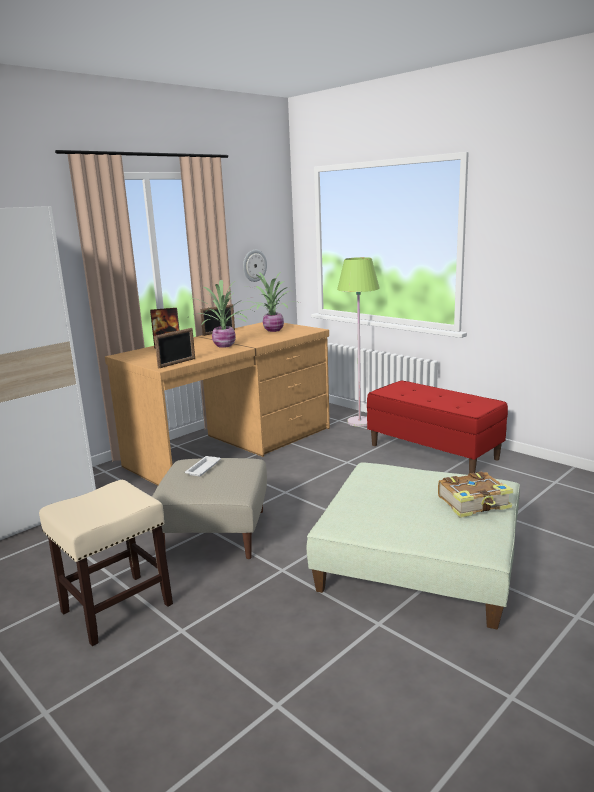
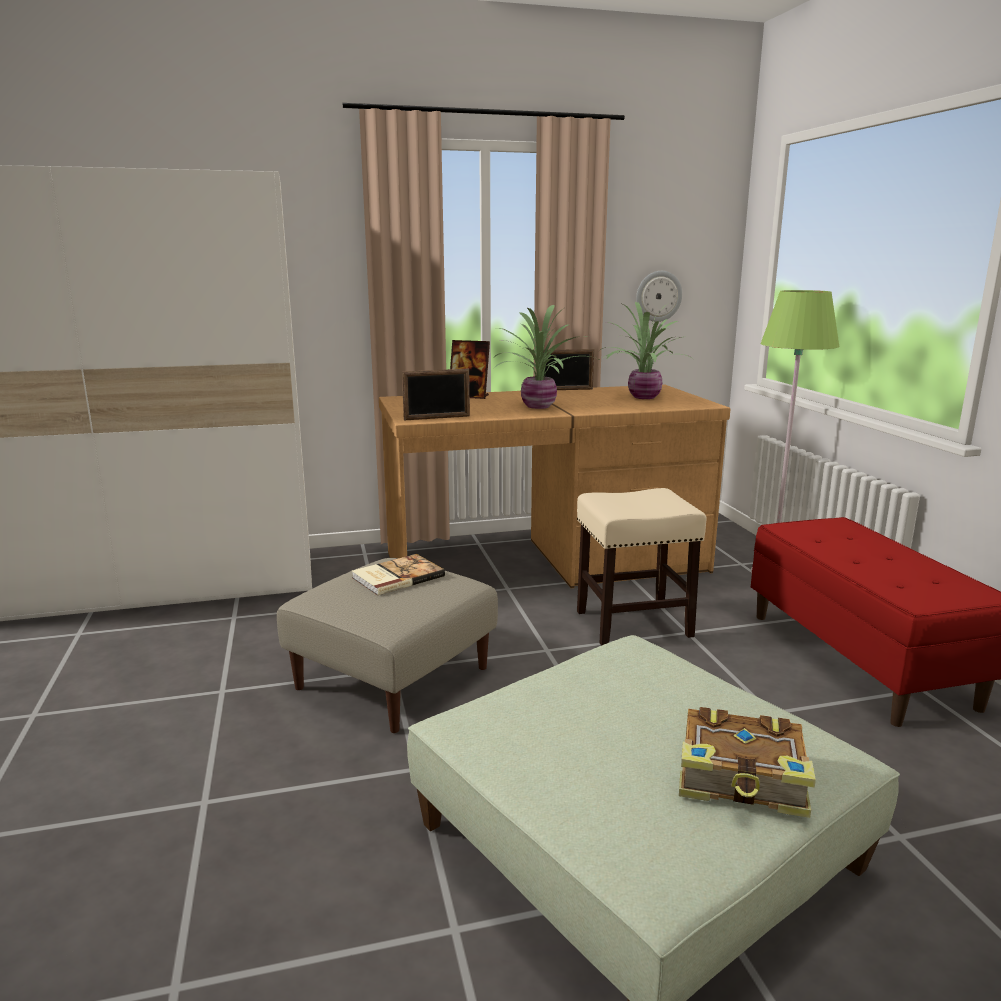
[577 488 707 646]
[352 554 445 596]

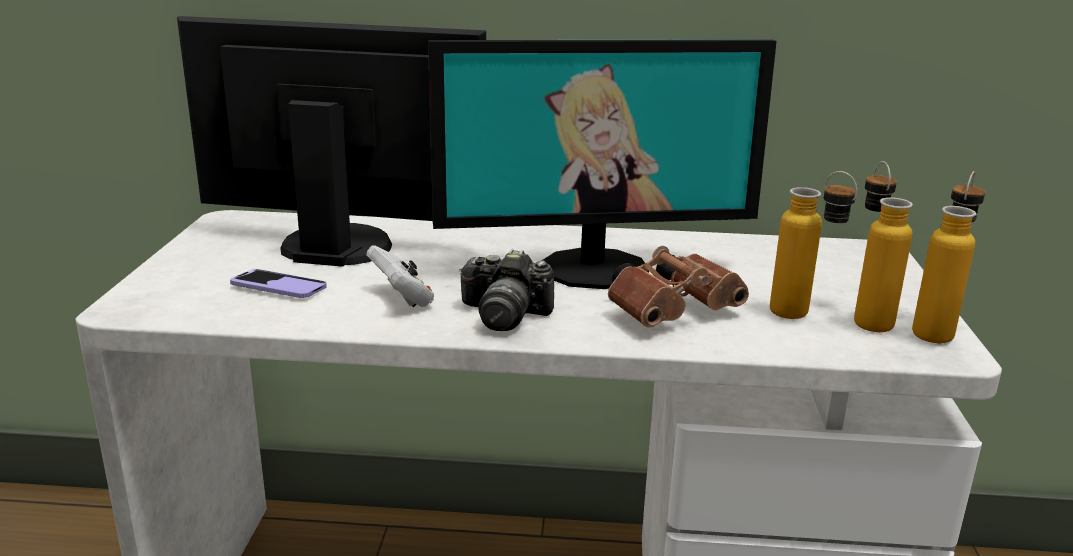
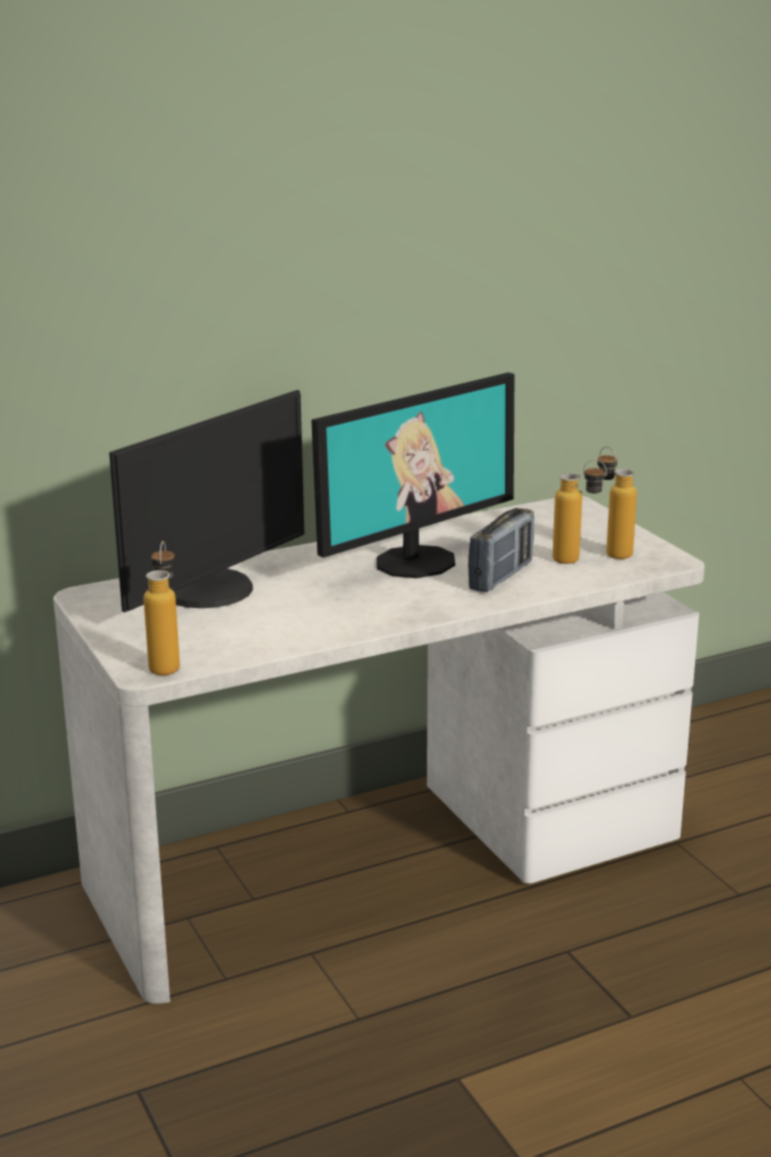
[230 269 327 298] (first image)
[366 245 434 308] (first image)
[459 249 554 331] (first image)
[144 541 180 675]
[468 508 534 592]
[109 390 304 612]

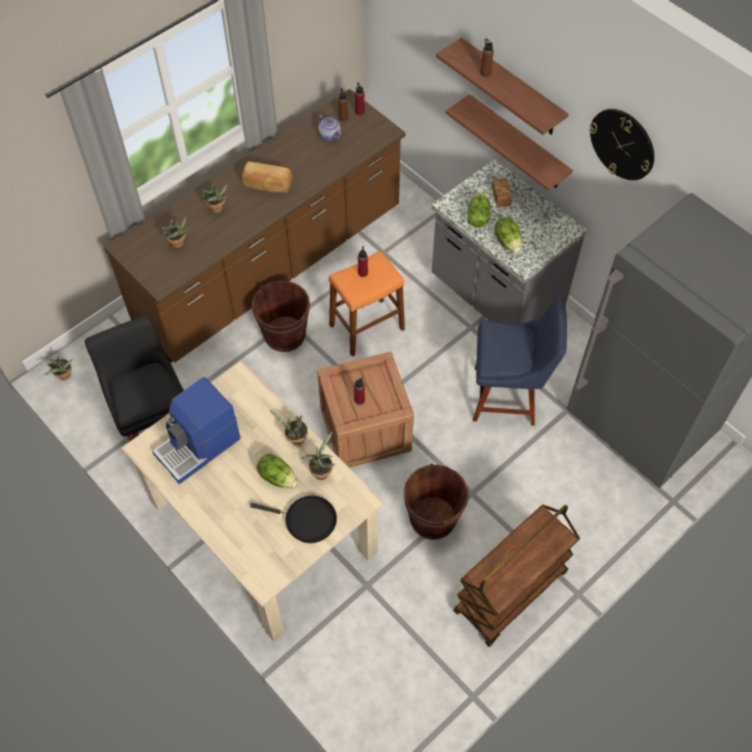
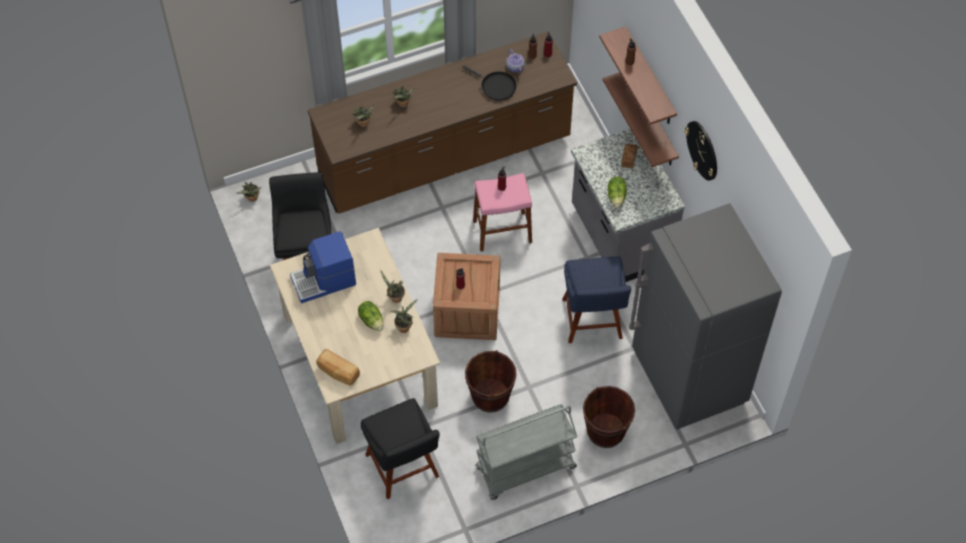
[468 192 491 227] (first image)
[360 398 440 499]
[316 349 360 385]
[462 65 517 100]
[583 386 635 448]
[473 173 532 252]
[475 404 577 500]
[562 256 631 343]

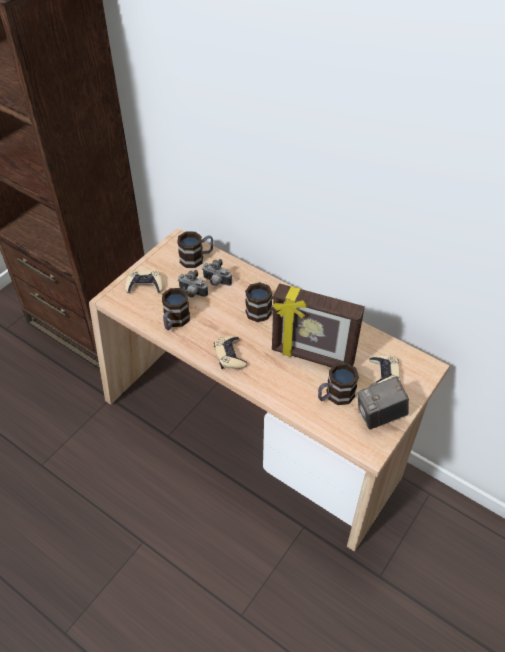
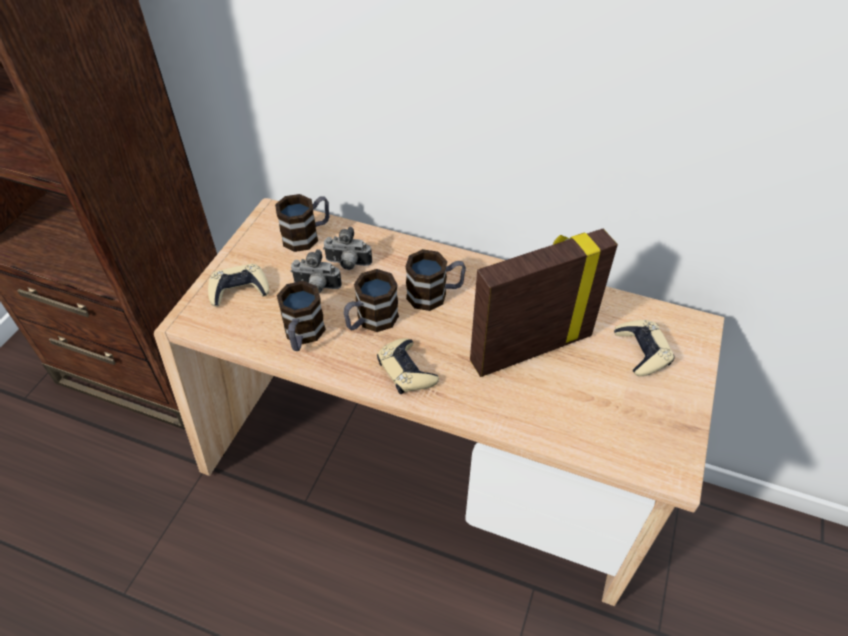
[357 377 409 430] (first image)
[344 269 399 332]
[470 229 618 377]

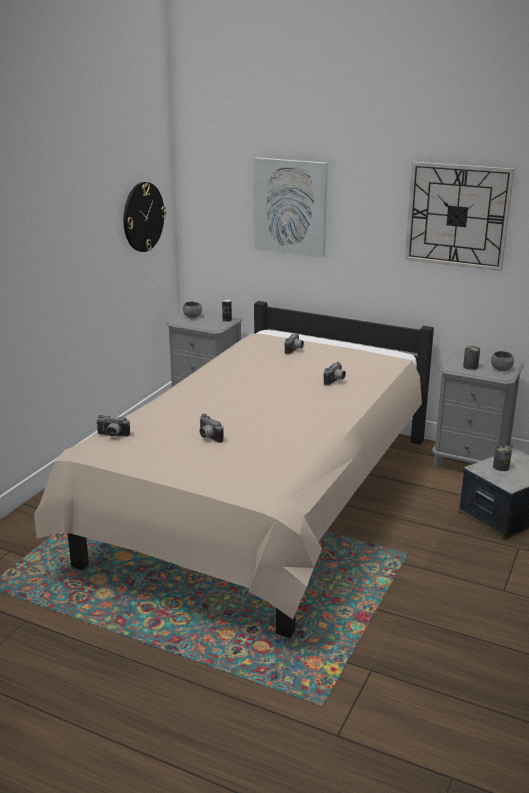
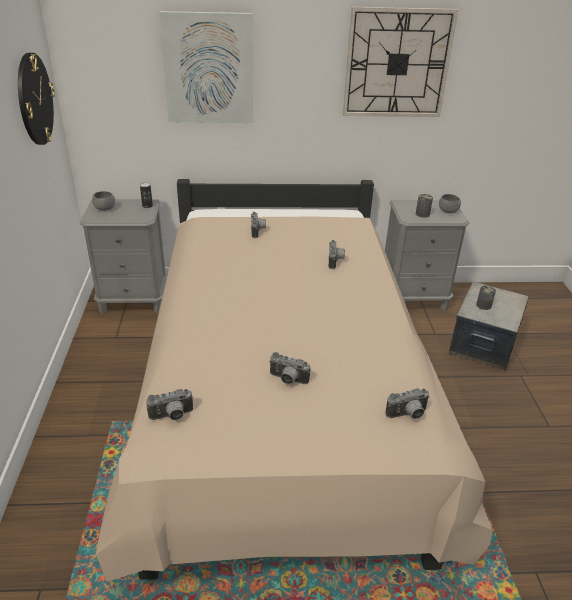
[385 388 430 419]

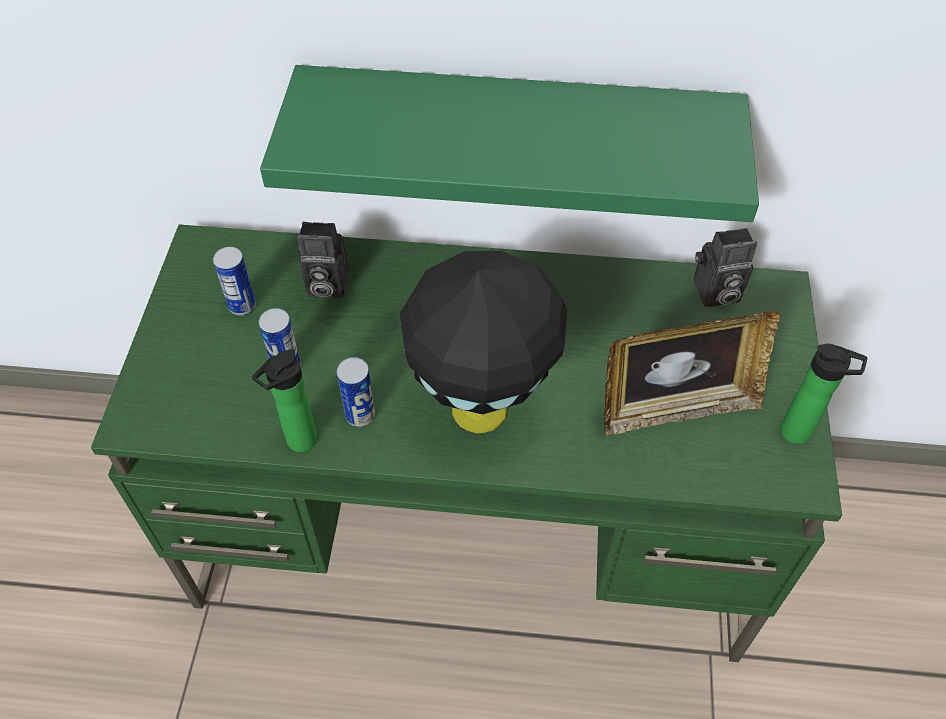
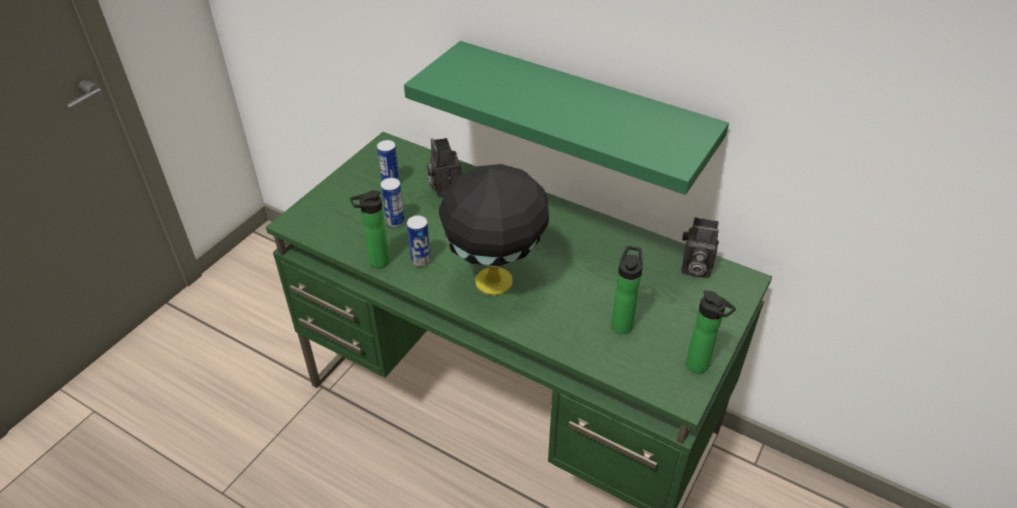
[611 246 643 334]
[426 138 461 197]

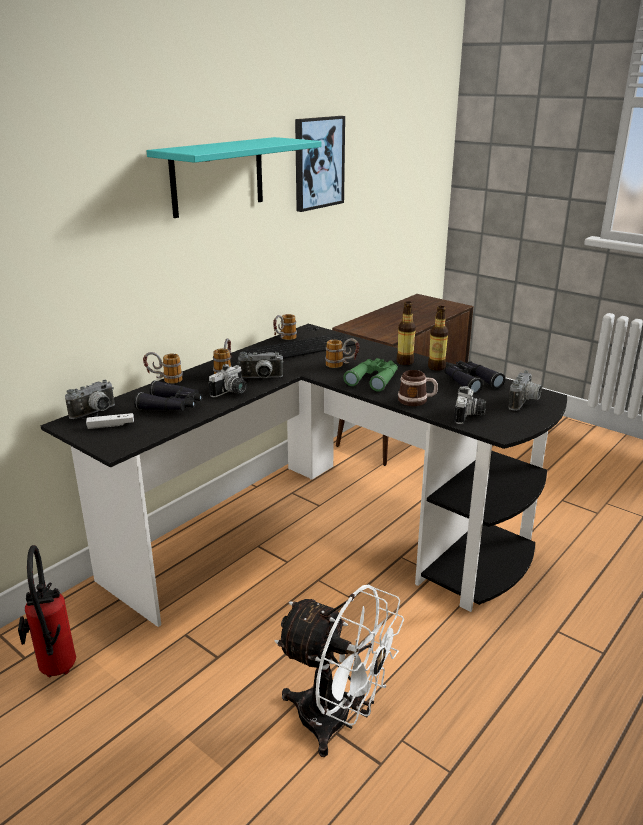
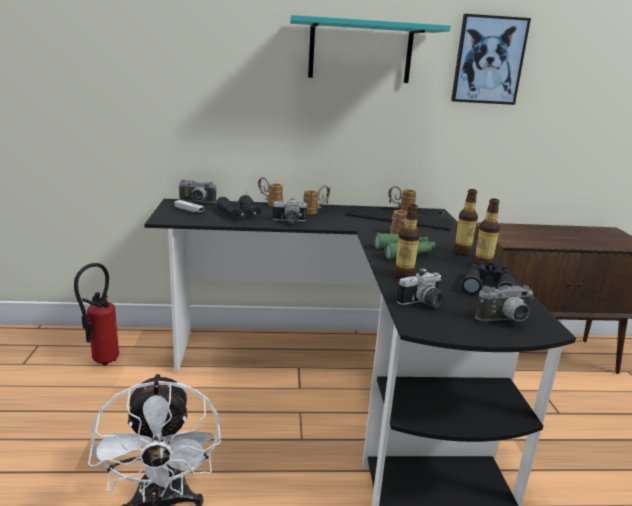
[237 352 284 378] (first image)
[394 204 420 279]

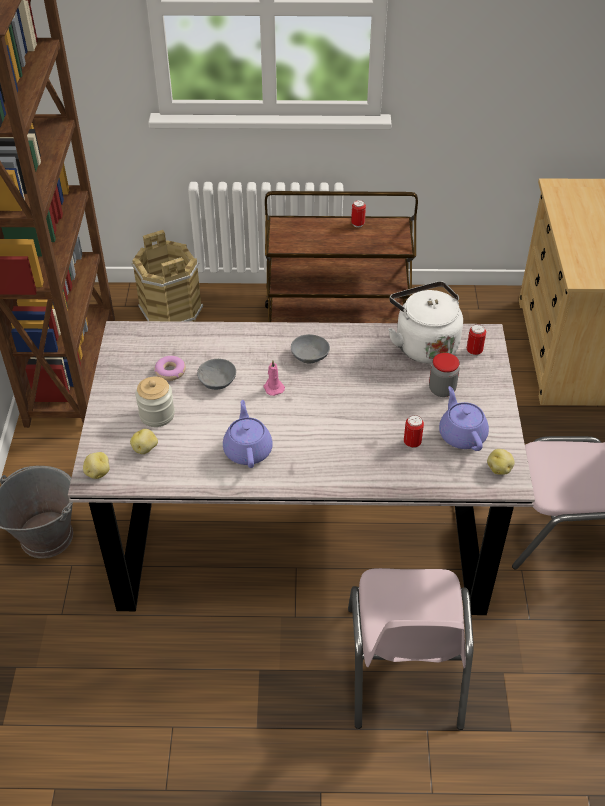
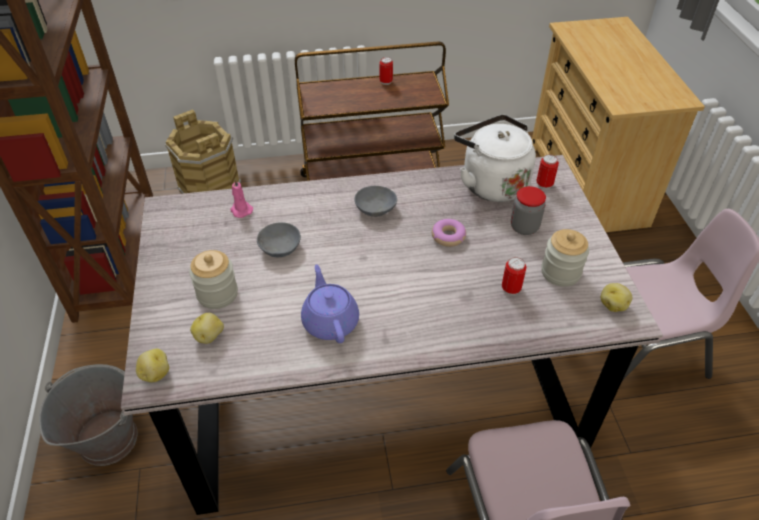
[432 219 466 247]
[230 178 253 218]
[541 229 589 287]

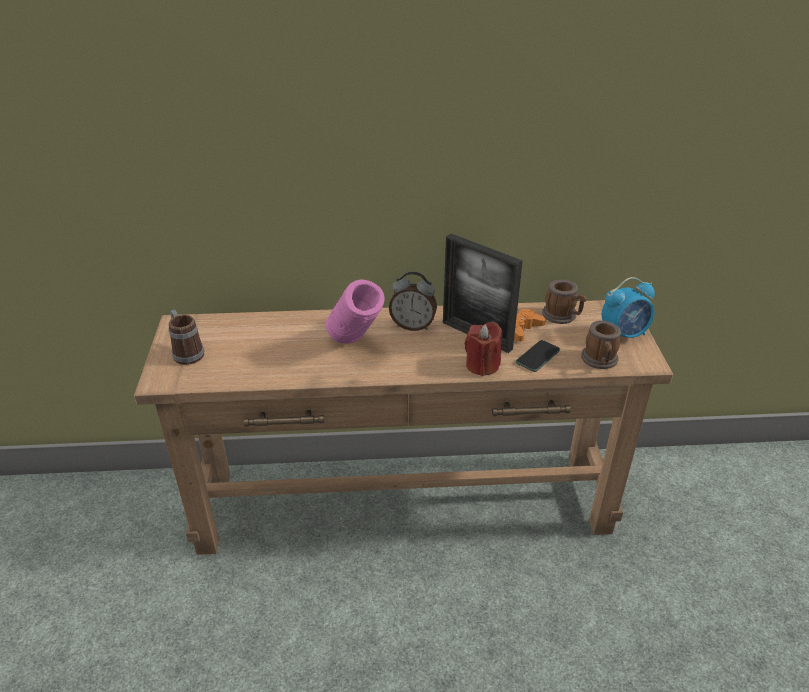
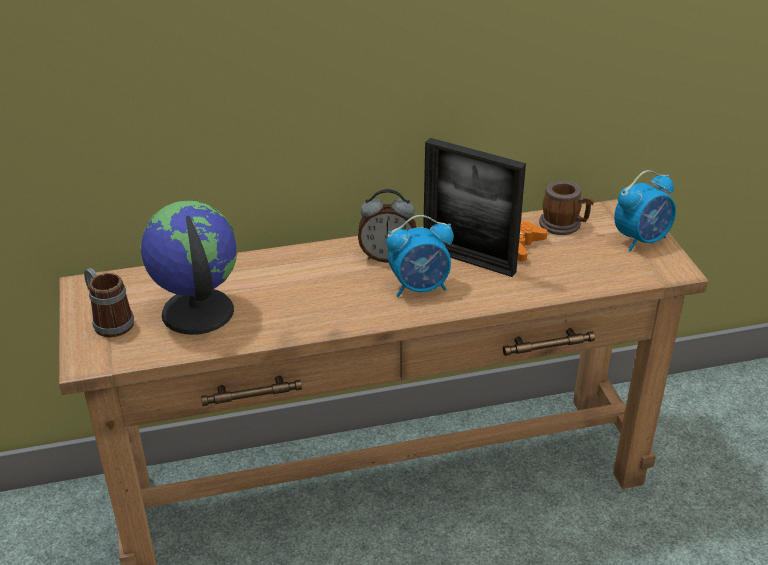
[326 279 385 344] (first image)
[465 322 502 376] (first image)
[516 340 560 372] (first image)
[581 320 621 369] (first image)
[140 201 238 335]
[386 215 454 297]

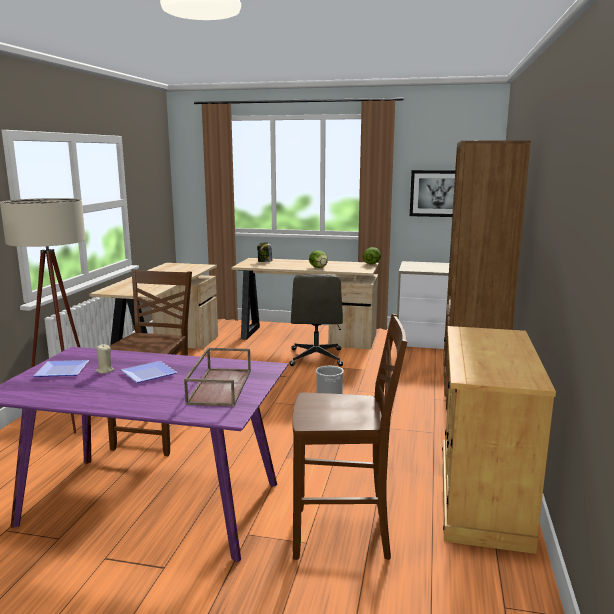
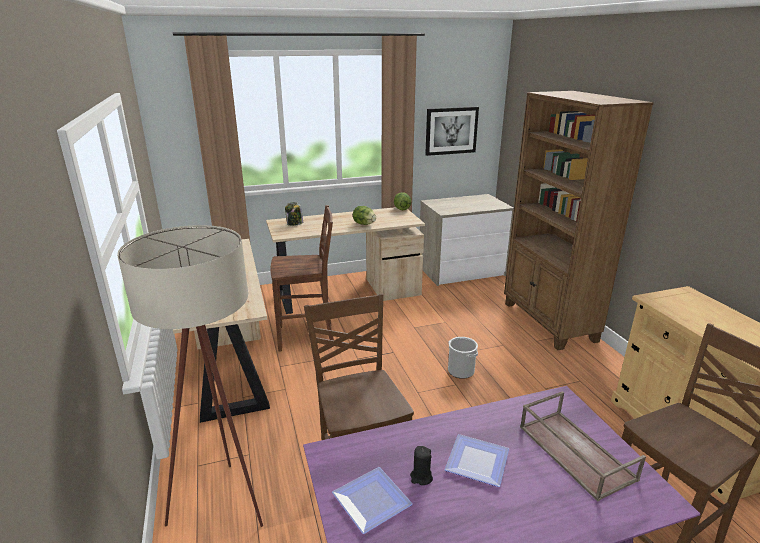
[290 274 343 367] (first image)
[271 205 334 352]
[410 446 433 485]

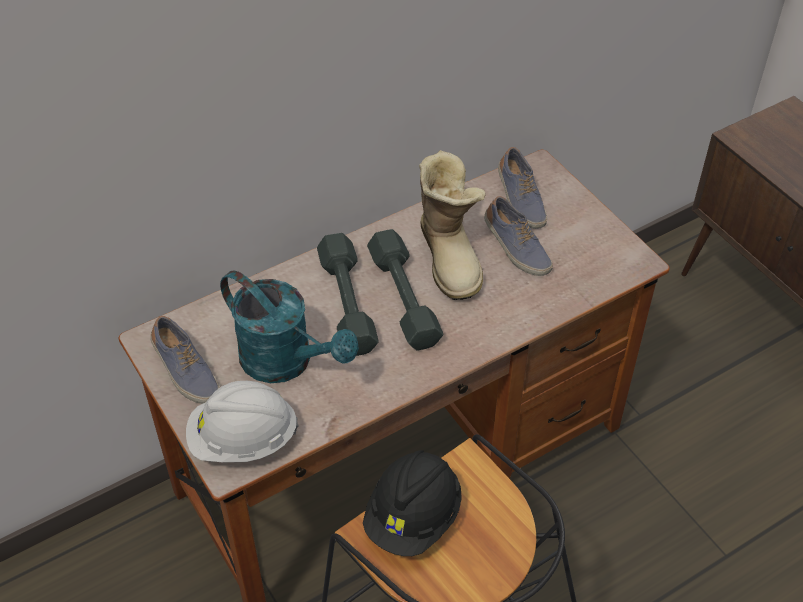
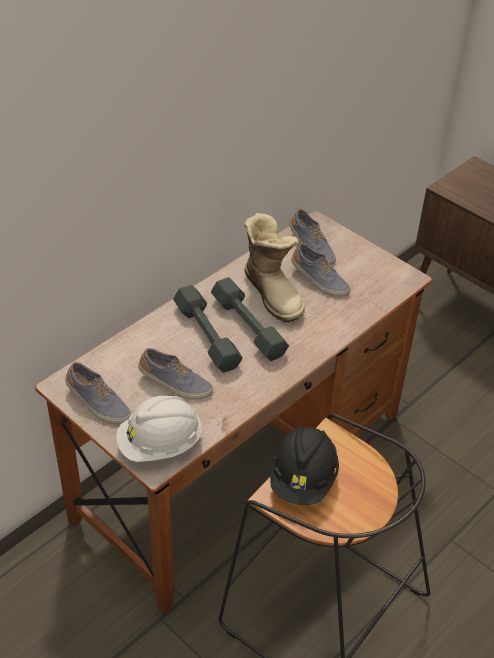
[138 348 213 400]

